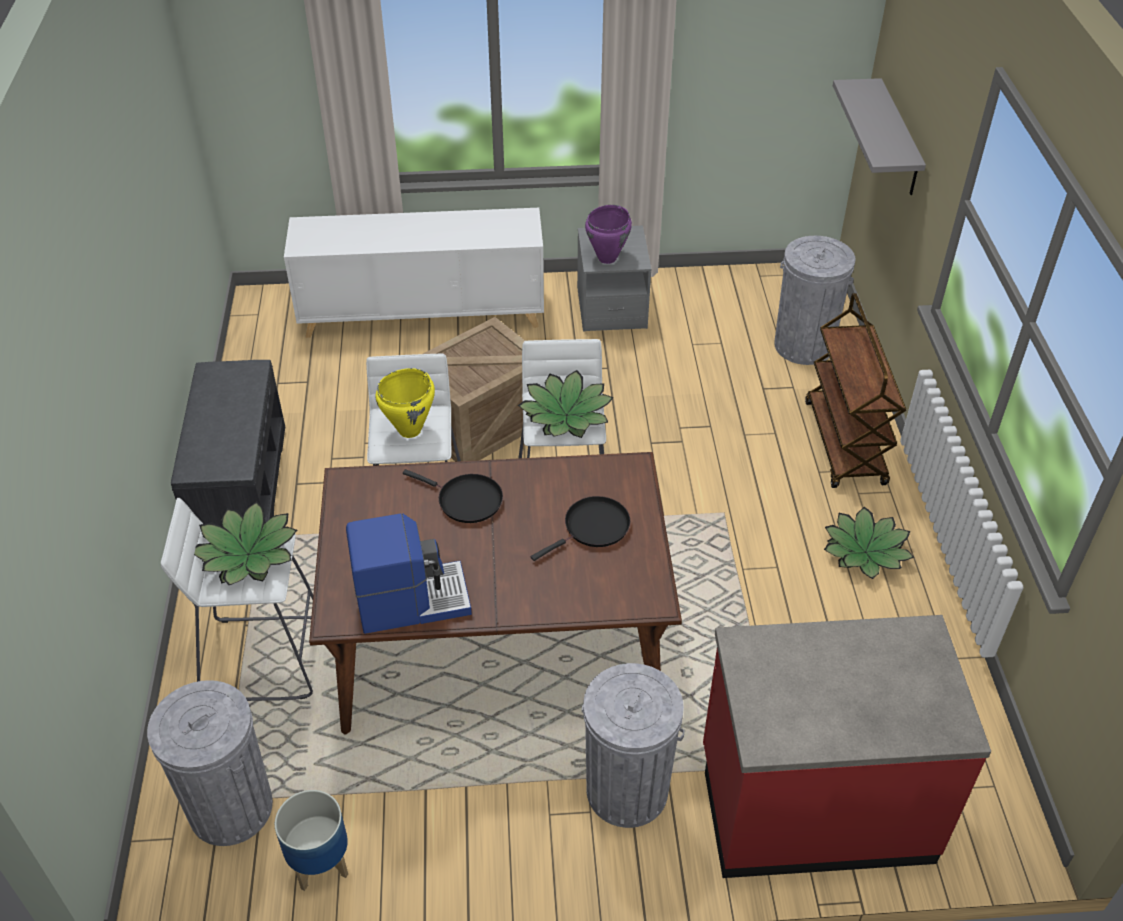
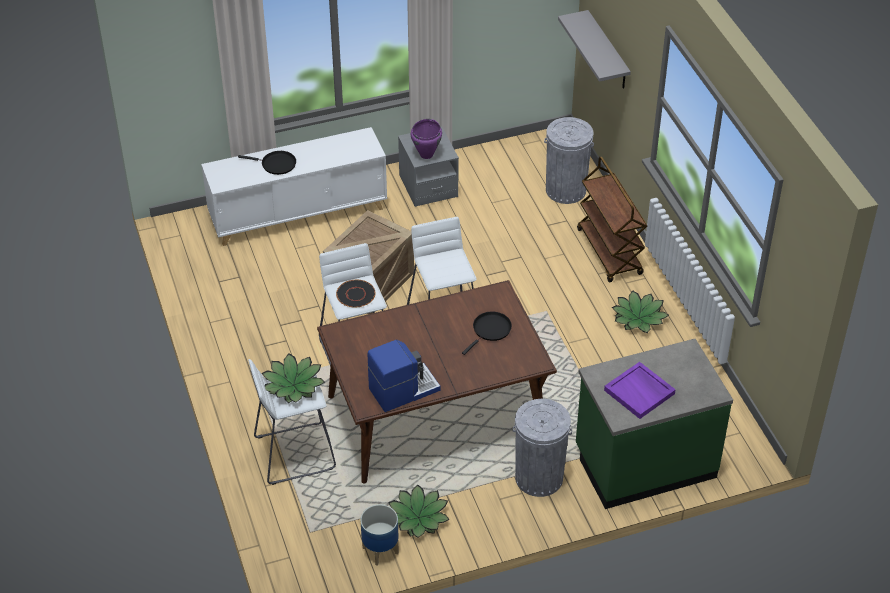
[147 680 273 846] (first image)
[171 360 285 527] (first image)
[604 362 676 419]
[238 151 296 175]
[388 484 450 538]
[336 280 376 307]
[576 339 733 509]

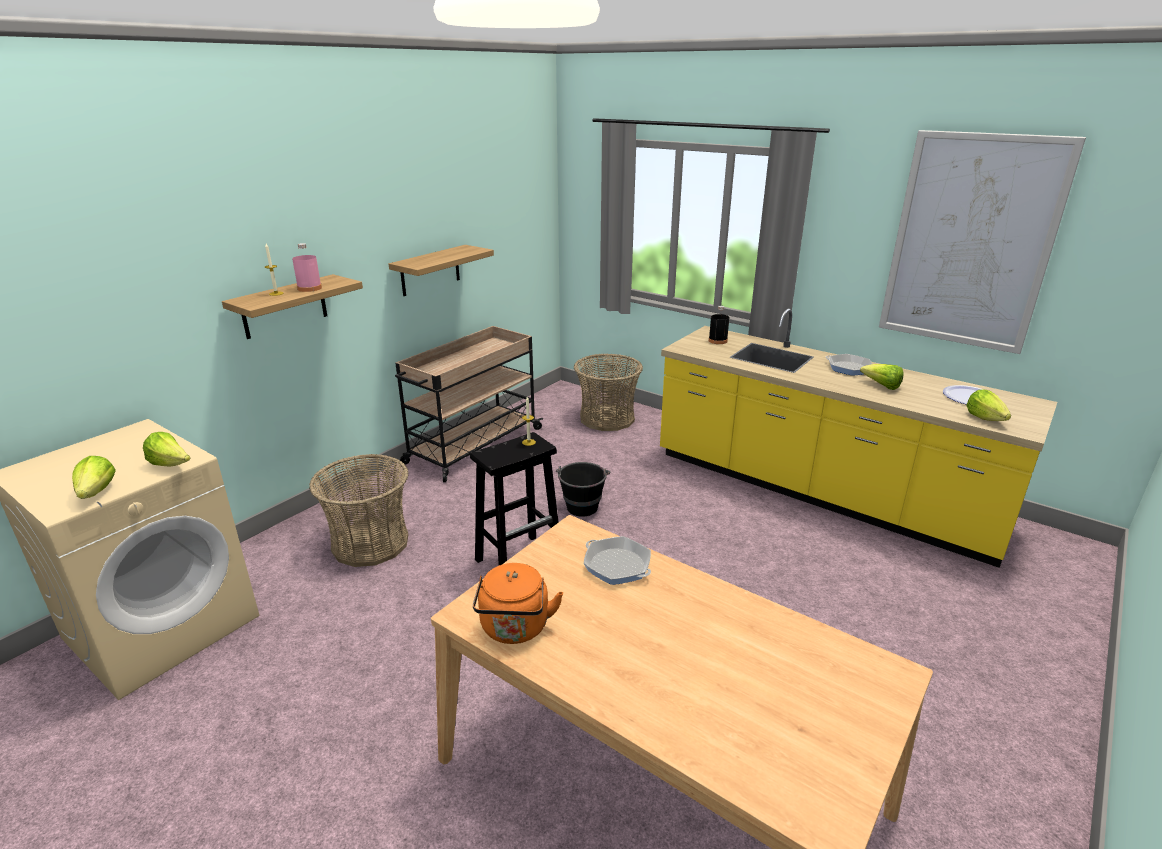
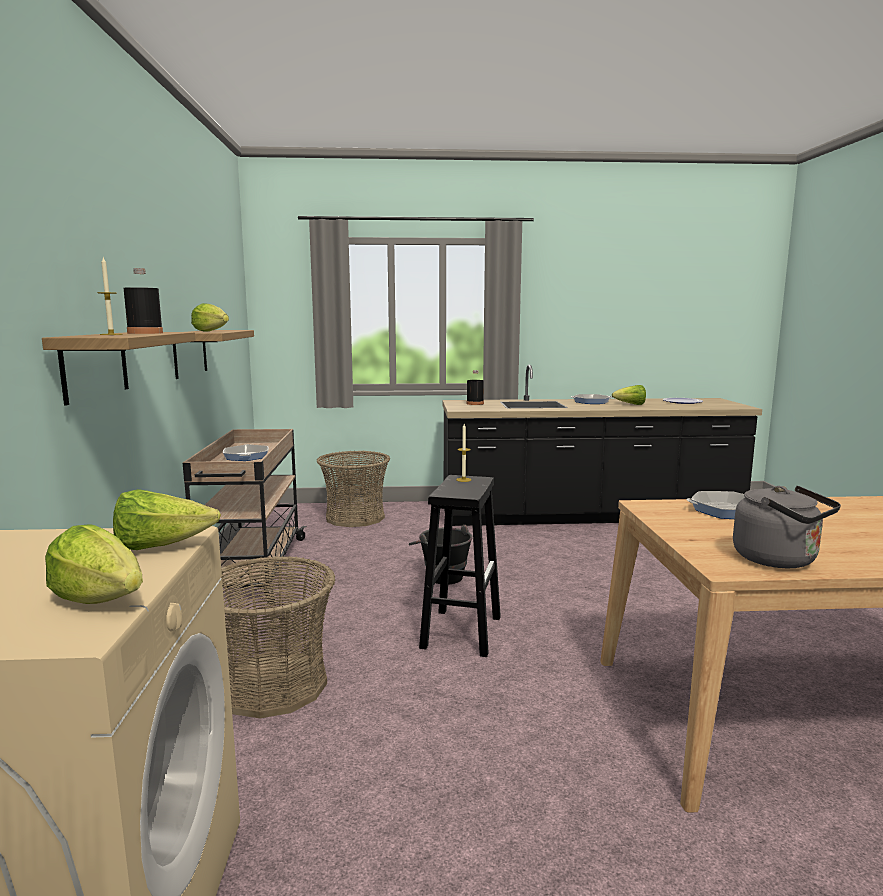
[879 130 1086 354] (first image)
[223 444 269 461]
[191 303 229 332]
[124 268 163 334]
[733 486 841 568]
[442 364 762 526]

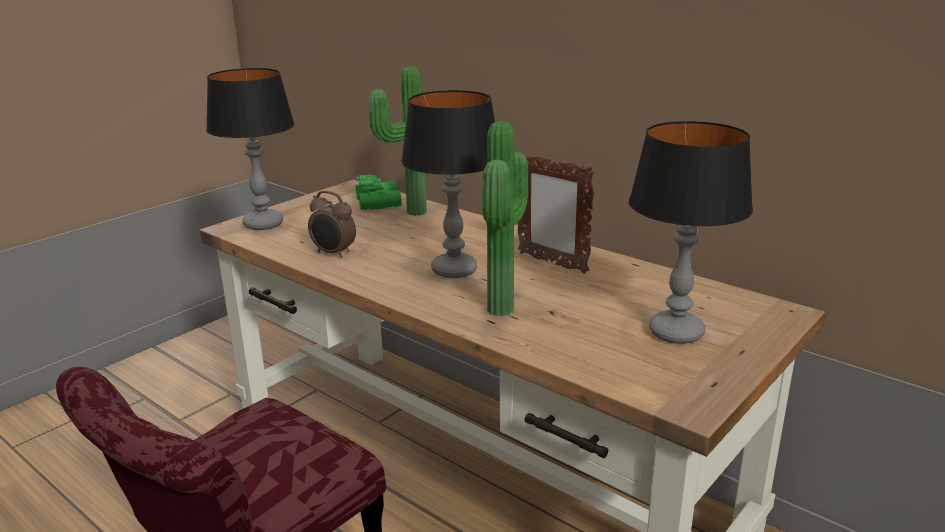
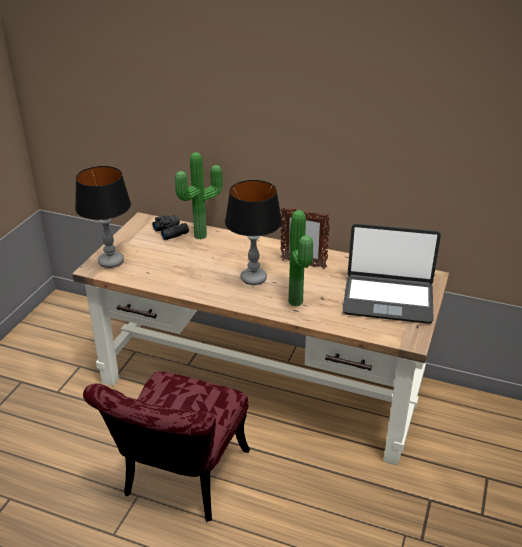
[308 191 356 258] (first image)
[342 223 441 324]
[153 215 189 240]

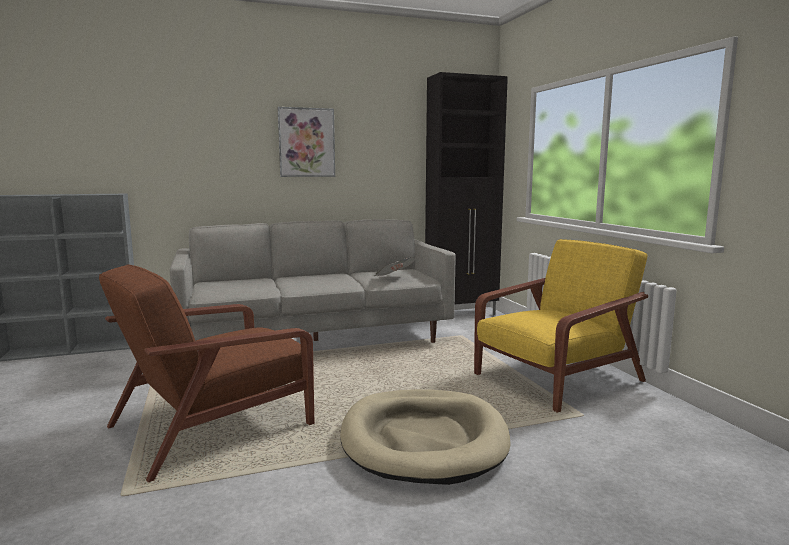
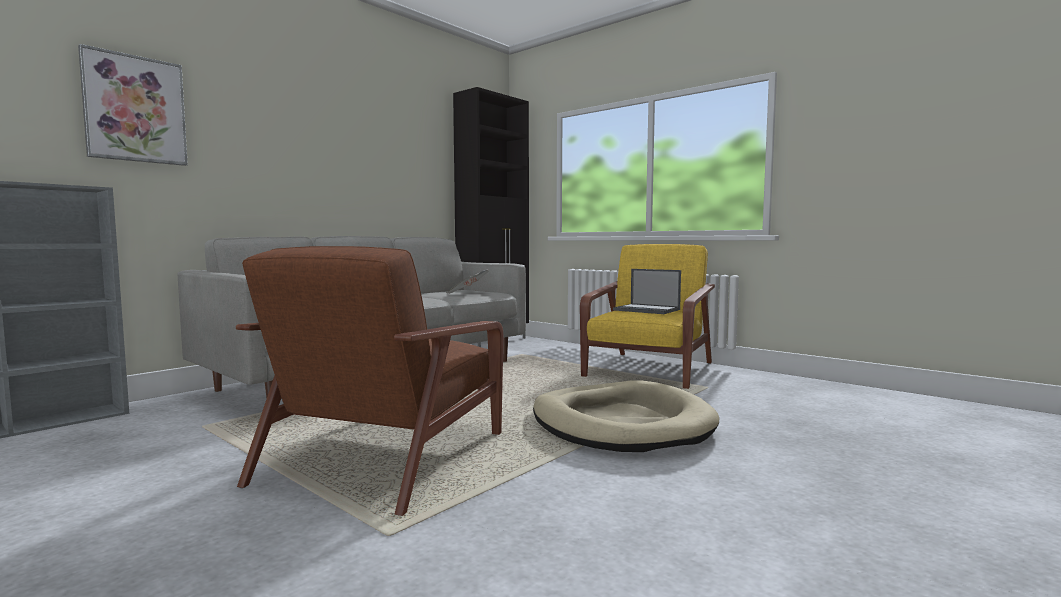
[613 269 681 314]
[78 44 188 166]

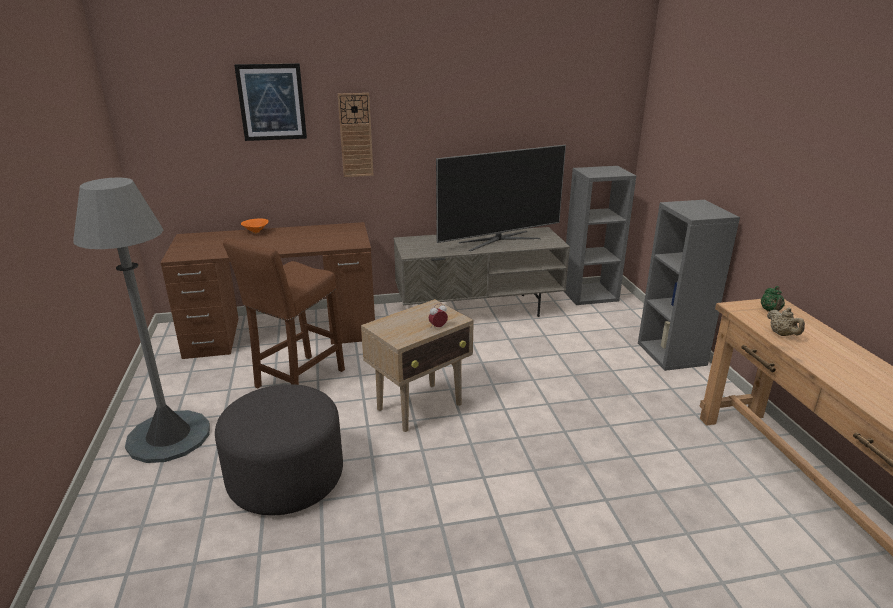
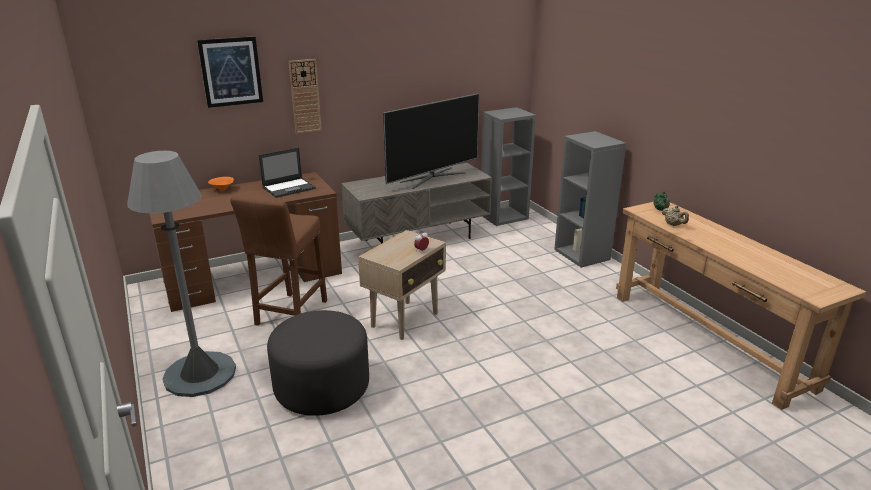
[259 148 316 198]

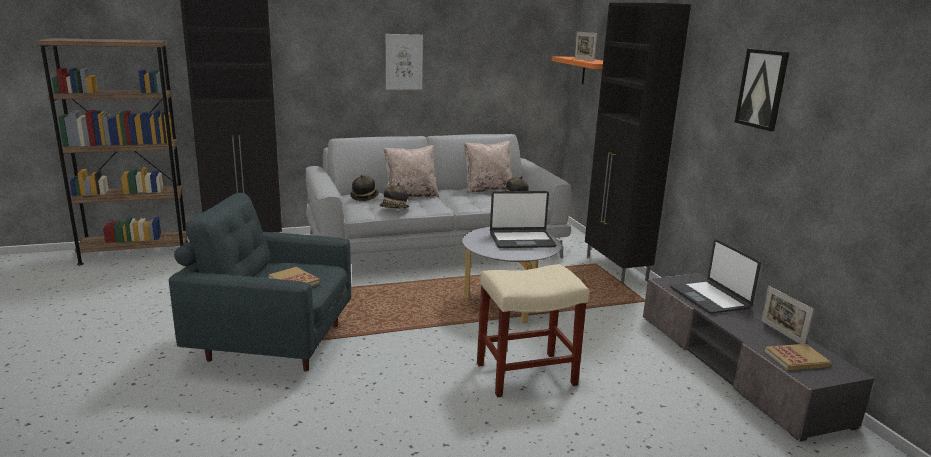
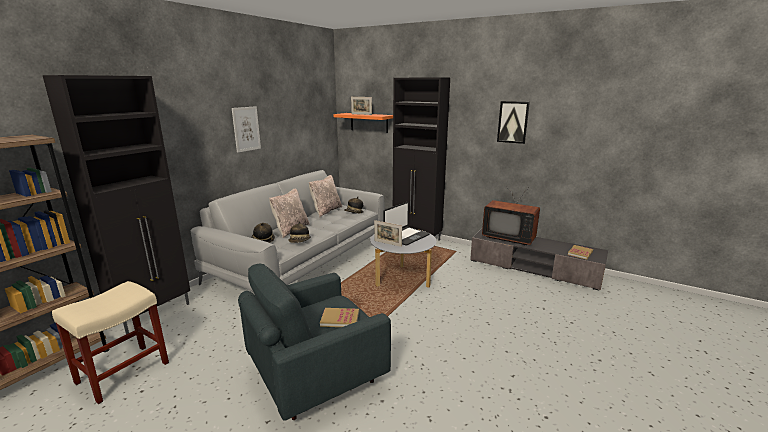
[52 281 169 404]
[374 220 402 247]
[482 186 540 245]

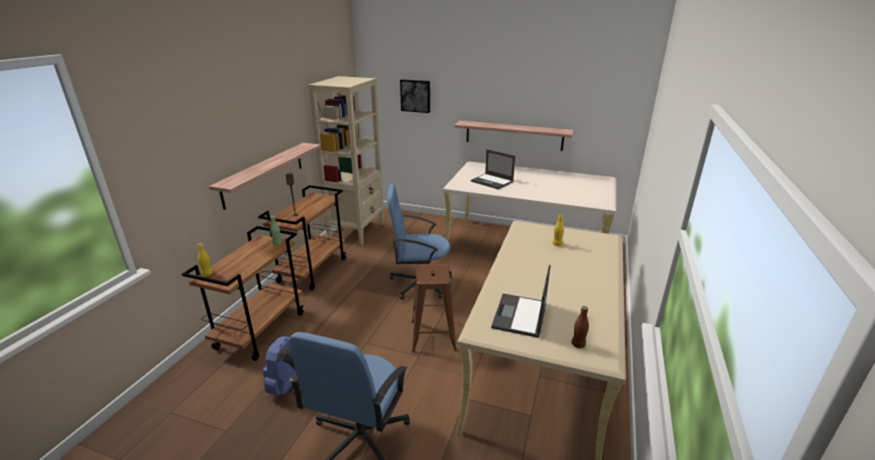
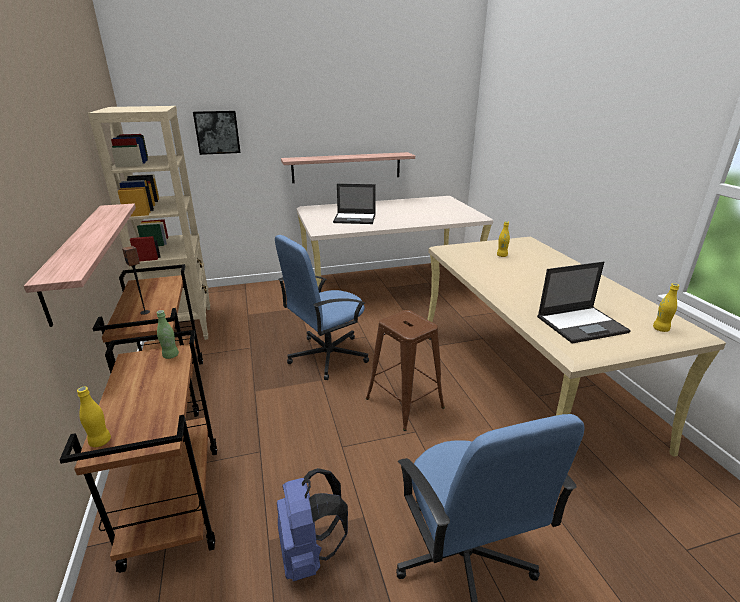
[653 283 679 332]
[537 262 631 344]

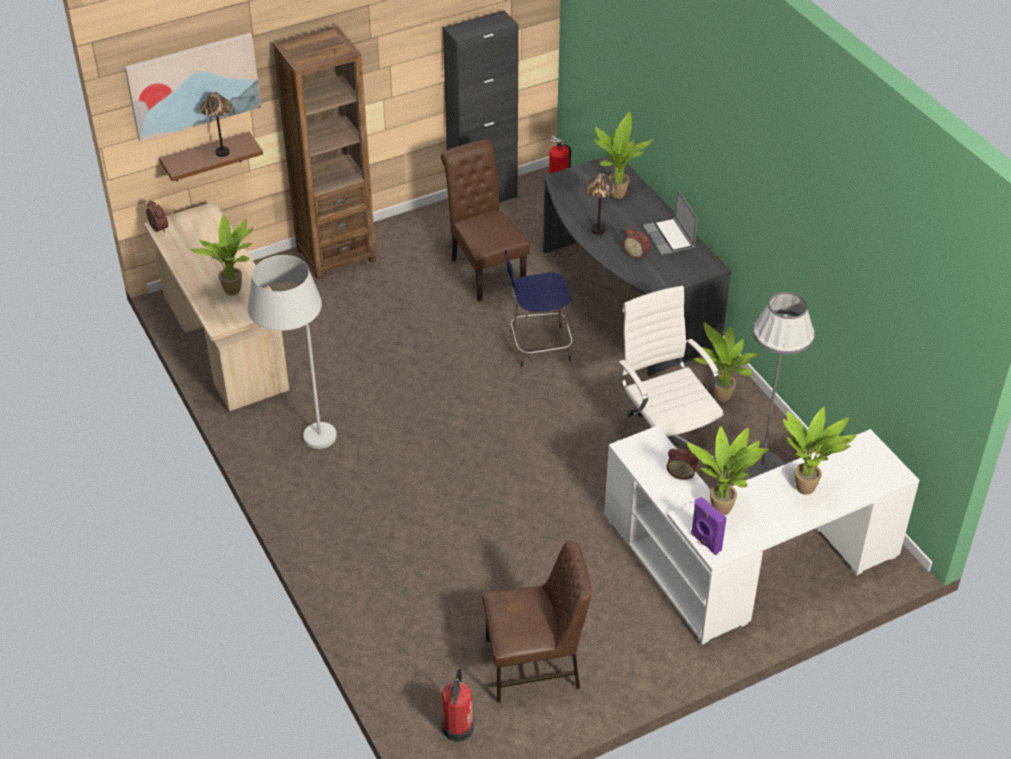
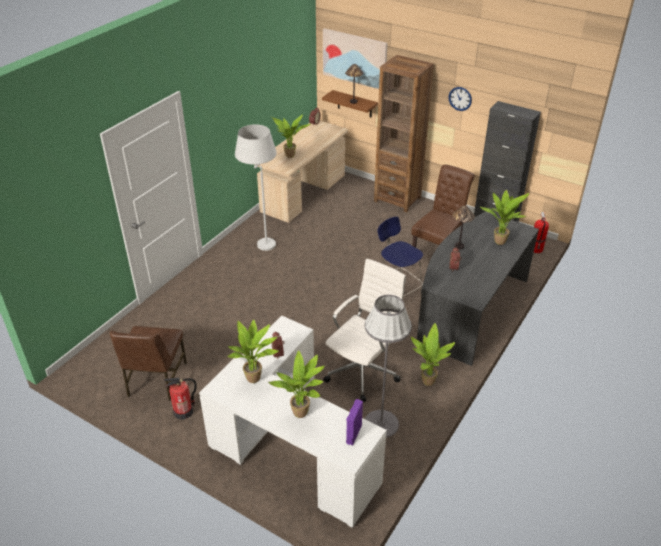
[643 190 698 255] (first image)
[449 87 472 111]
[164 378 197 420]
[346 399 363 445]
[110 326 187 401]

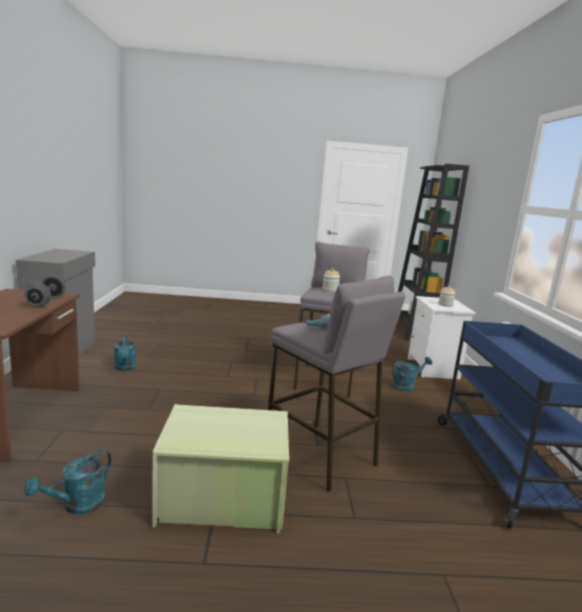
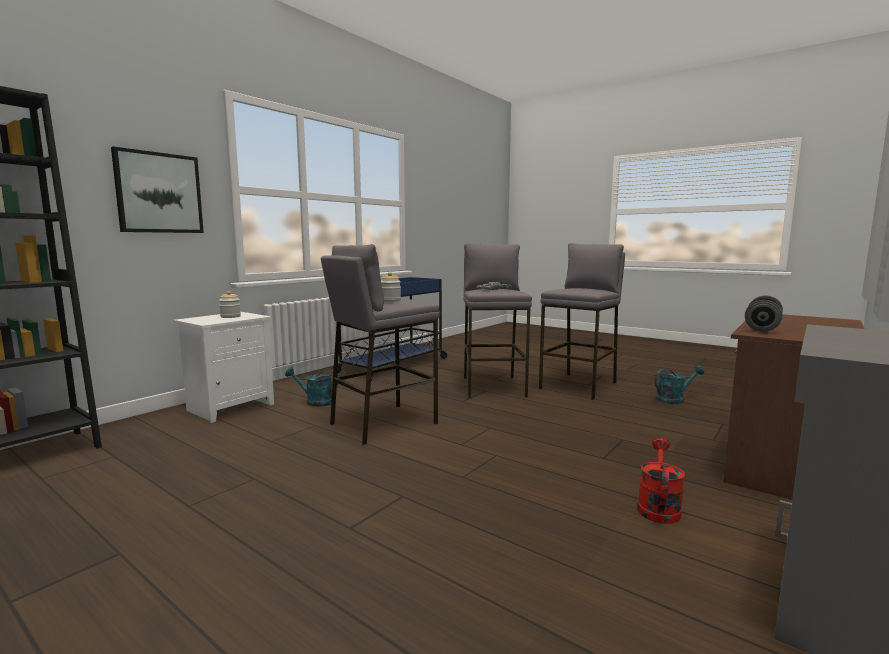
[111 146 204 233]
[539 243 625 400]
[637 438 685 524]

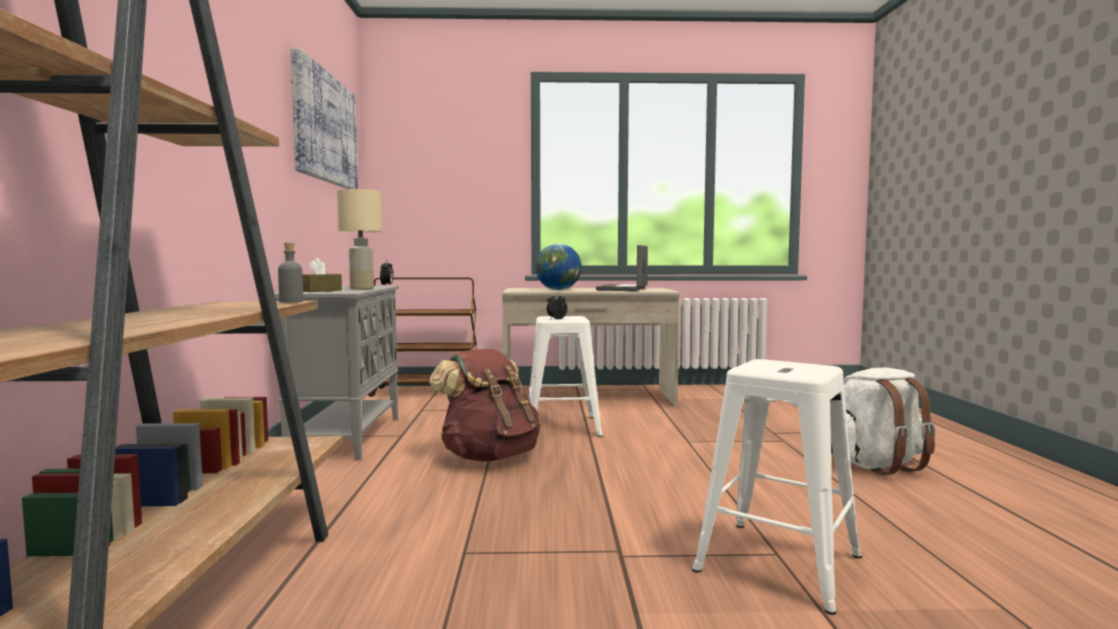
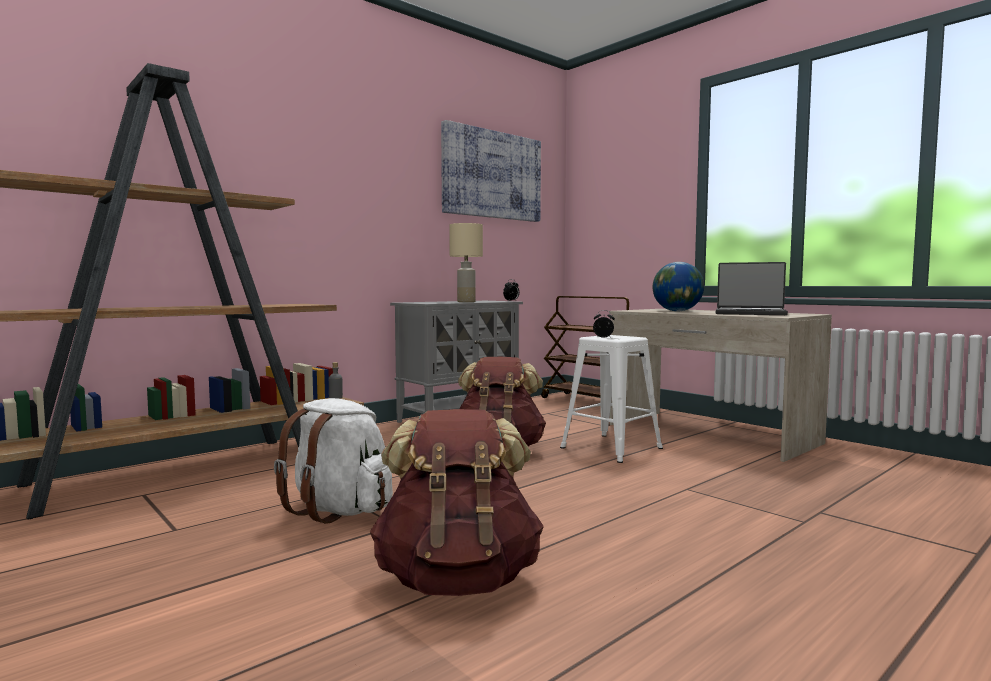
[302 258 342 292] (first image)
[329 362 343 399]
[274 398 393 524]
[370 409 544 596]
[716 262 788 315]

